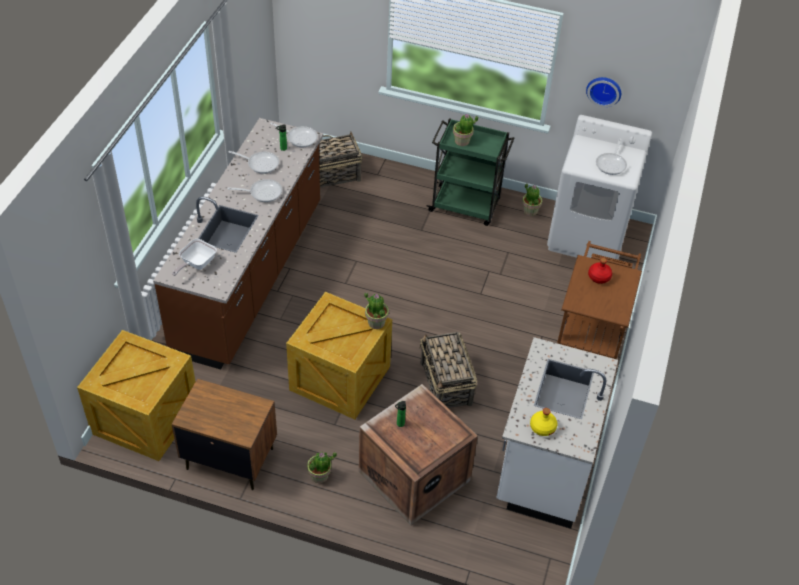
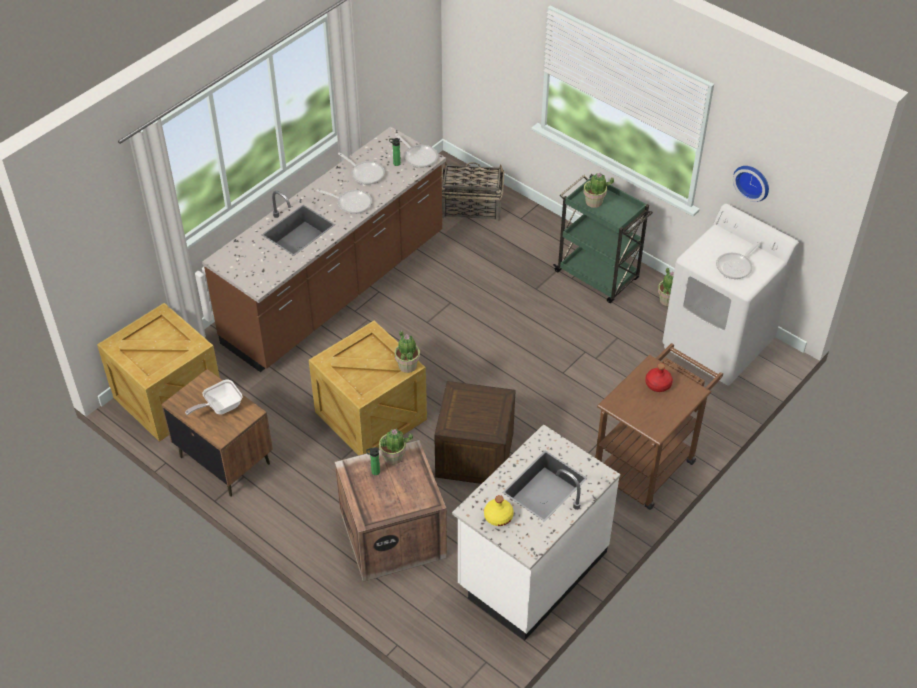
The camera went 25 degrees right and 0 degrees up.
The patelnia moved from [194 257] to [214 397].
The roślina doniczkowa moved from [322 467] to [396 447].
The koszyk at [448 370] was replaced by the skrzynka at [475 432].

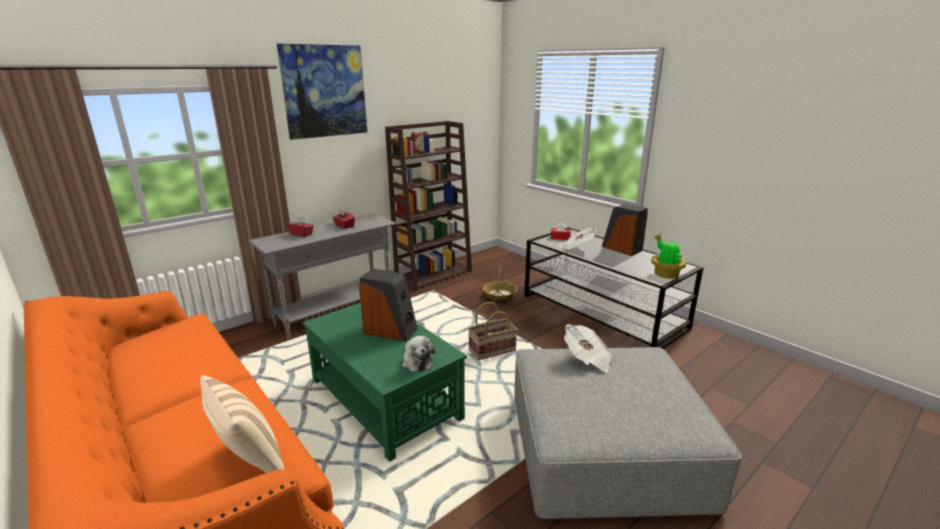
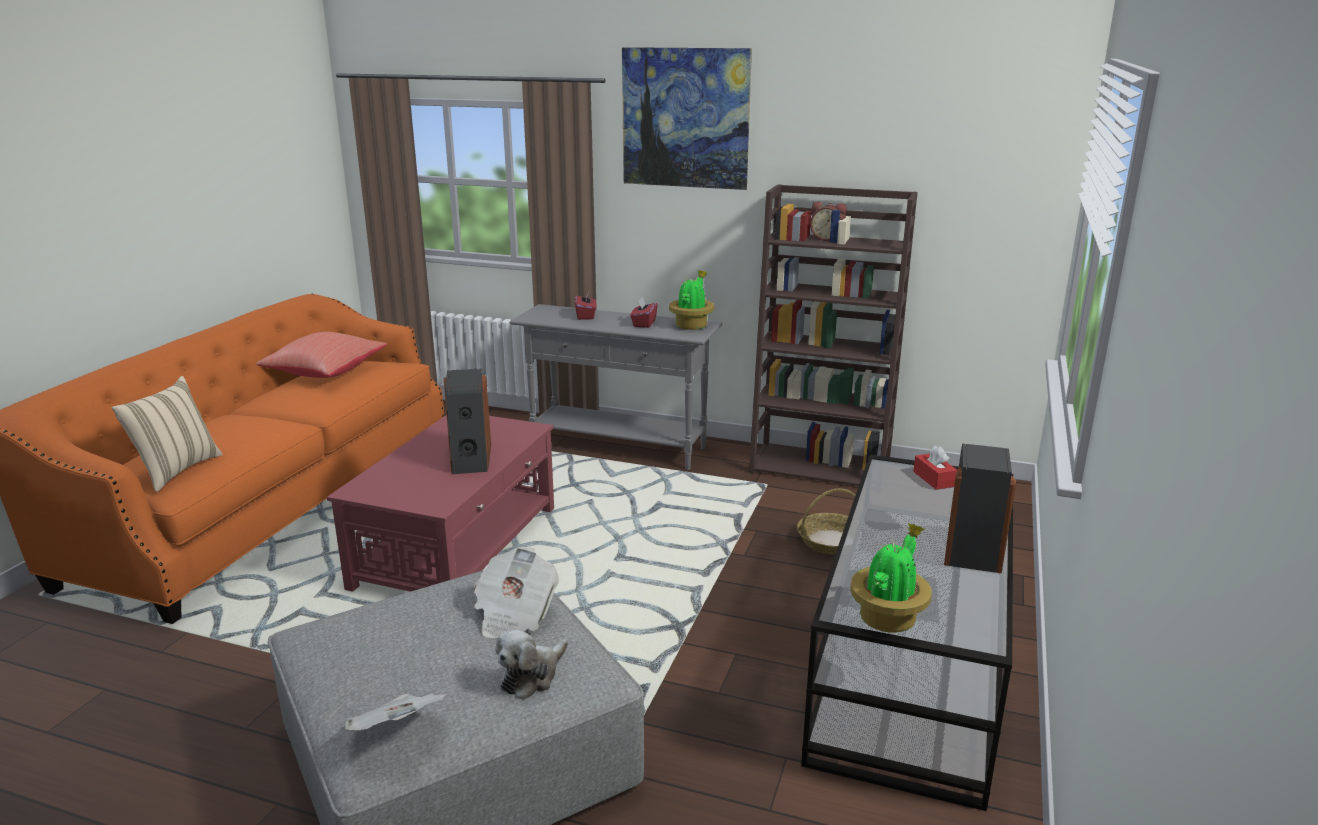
The camera went 60 degrees right and 0 degrees up.
The poduszka [czerwony] at [321 355] appeared.
The ława [zielony] at [384 382] became the ława [czerwony] at [440 503].
The gazeta moved from [578 239] to [395 712].
The pluszak moved from [418 354] to [531 665].
The roślina doniczkowa at [691 300] appeared.
The koszyk at [493 331] disappeared.

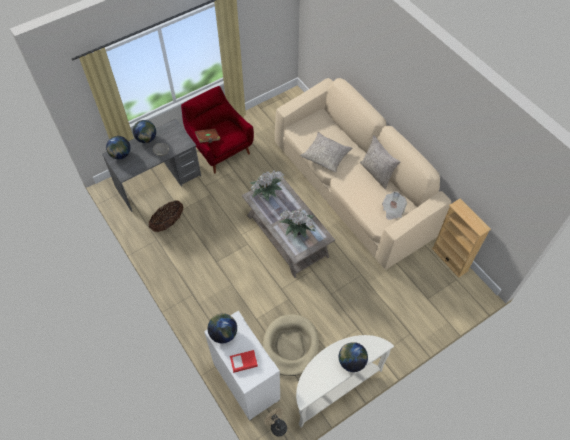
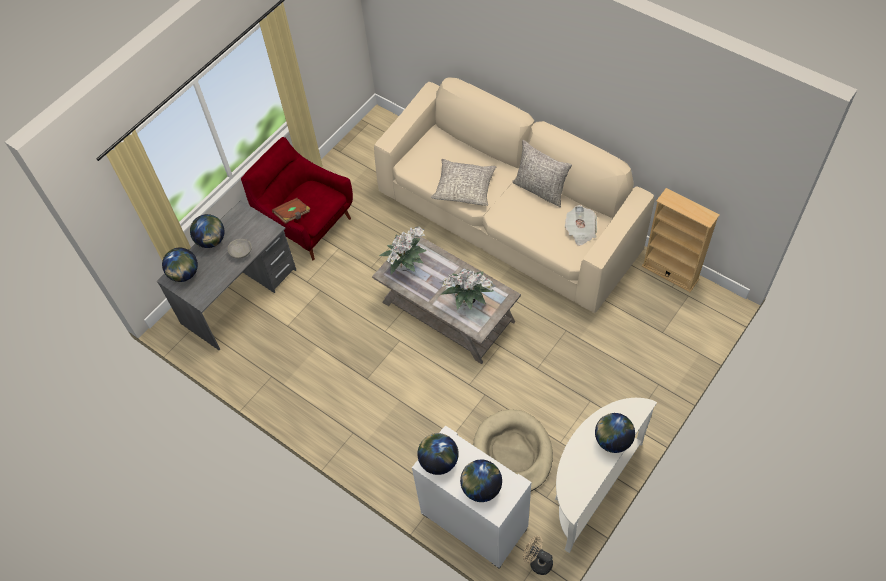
The camera went 15 degrees left and 0 degrees up.
The książka at [244 361] was replaced by the globus at [481 481].
The koszyk at [166 216] disappeared.

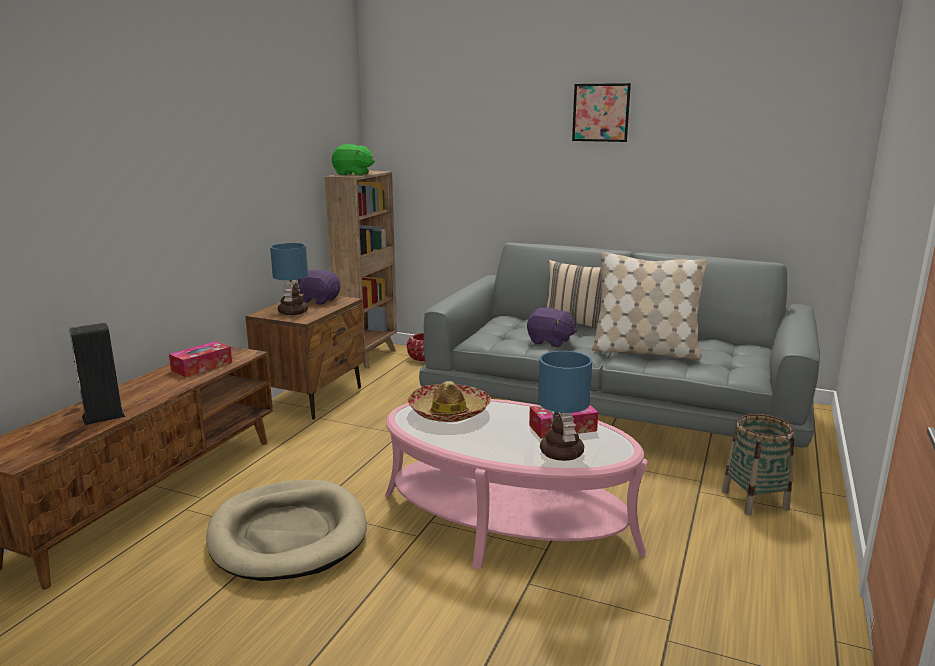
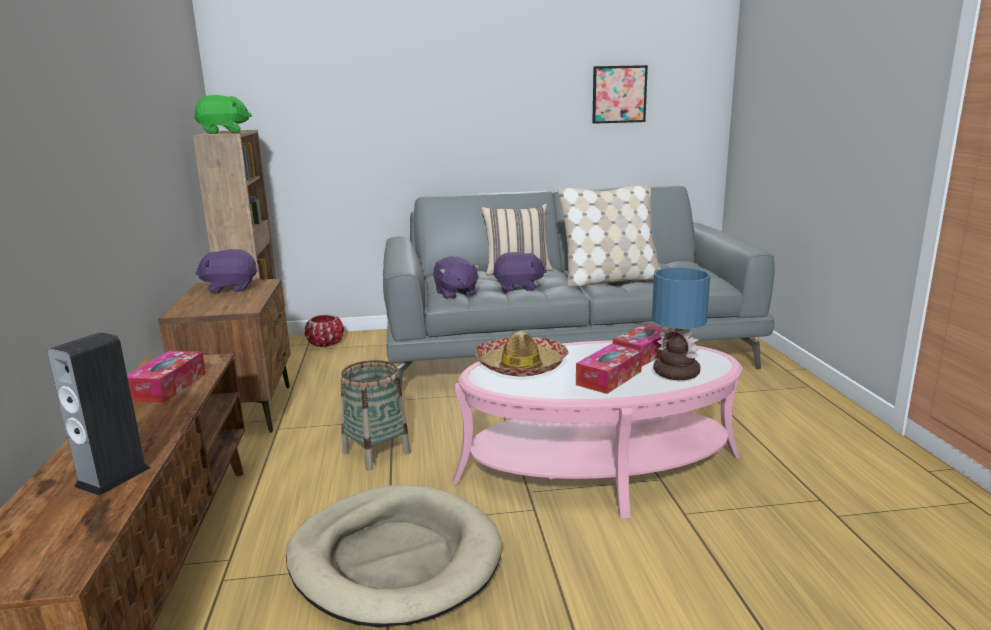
The camera went 30 degrees left and 0 degrees up.
The koszyk moved from [758 464] to [376 415].
The pluszak [fioletowy] at [456 277] appeared.
The pudełko chusteczek at [609 369] appeared.
The obraz moved from [601 112] to [620 94].
The lampa stołowa at [289 279] disappeared.

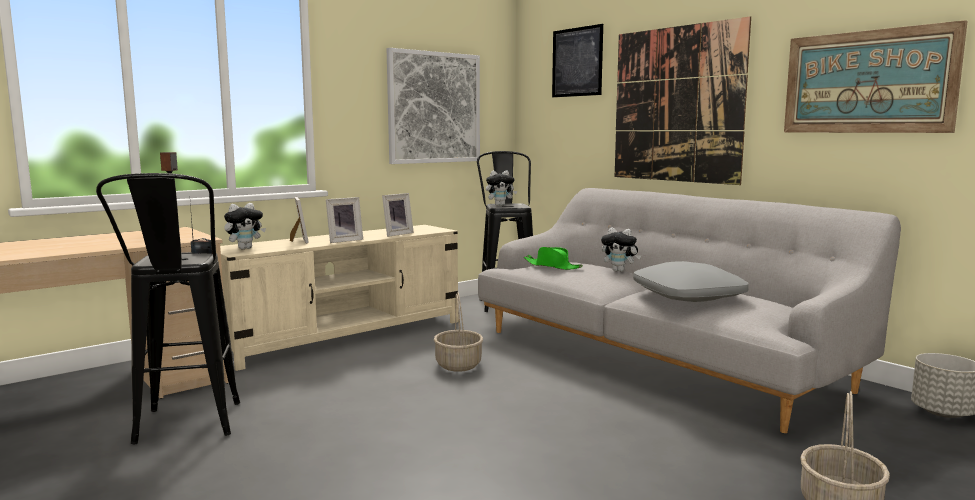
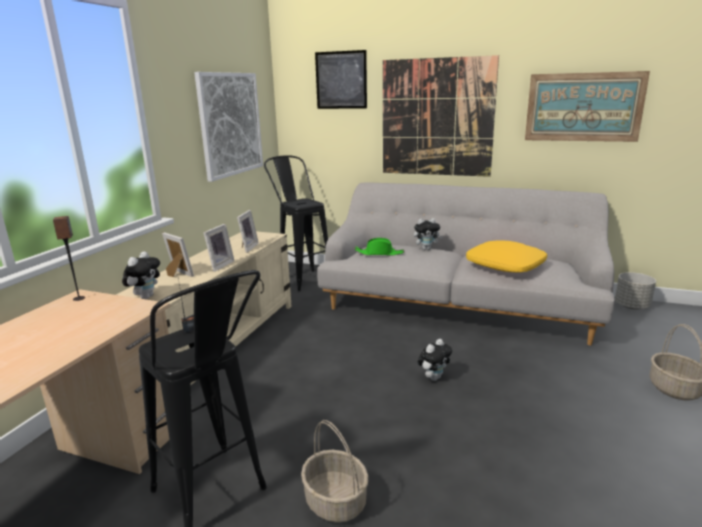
The camera went 30 degrees left and 10 degrees up.
The koszyk moved from [458 332] to [334 471].
The pluszak moved from [501 188] to [435 360].
The poduszka [szary] at [691 281] became the poduszka [żółty] at [506 256].

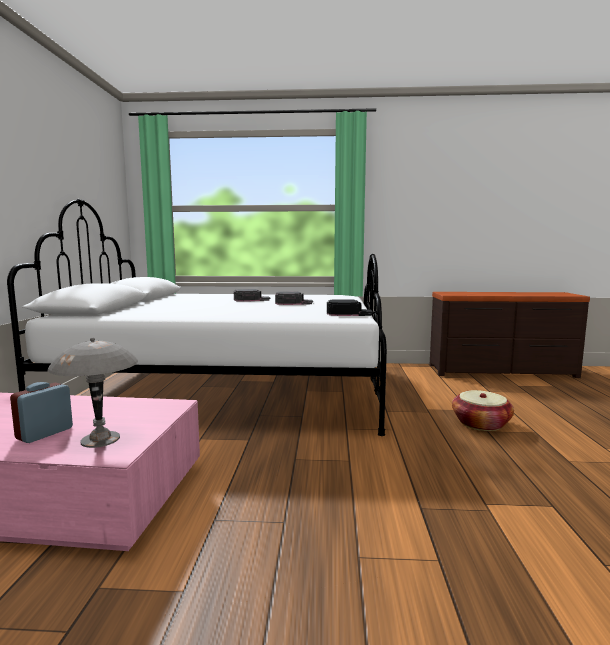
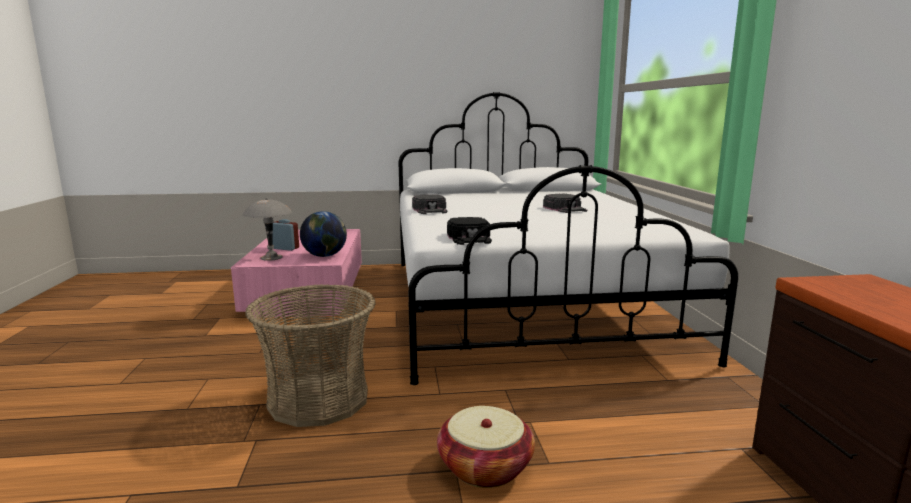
The camera went 80 degrees right and 5 degrees up.
The koszyk at [310 355] appeared.
The globus at [323 234] appeared.
The czapka z daszkiem [czarny] moved from [294 298] to [429 204].

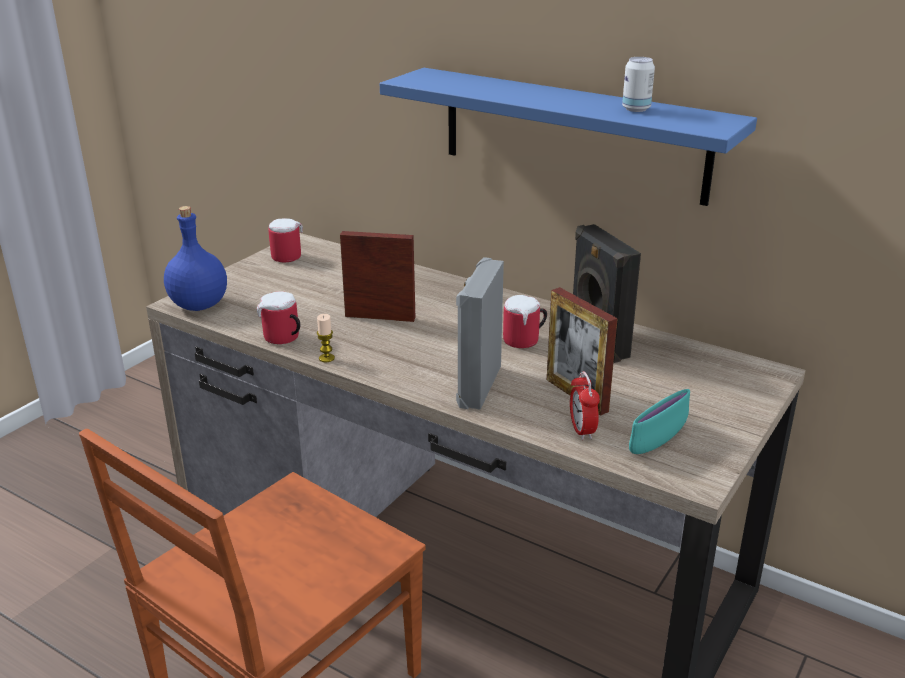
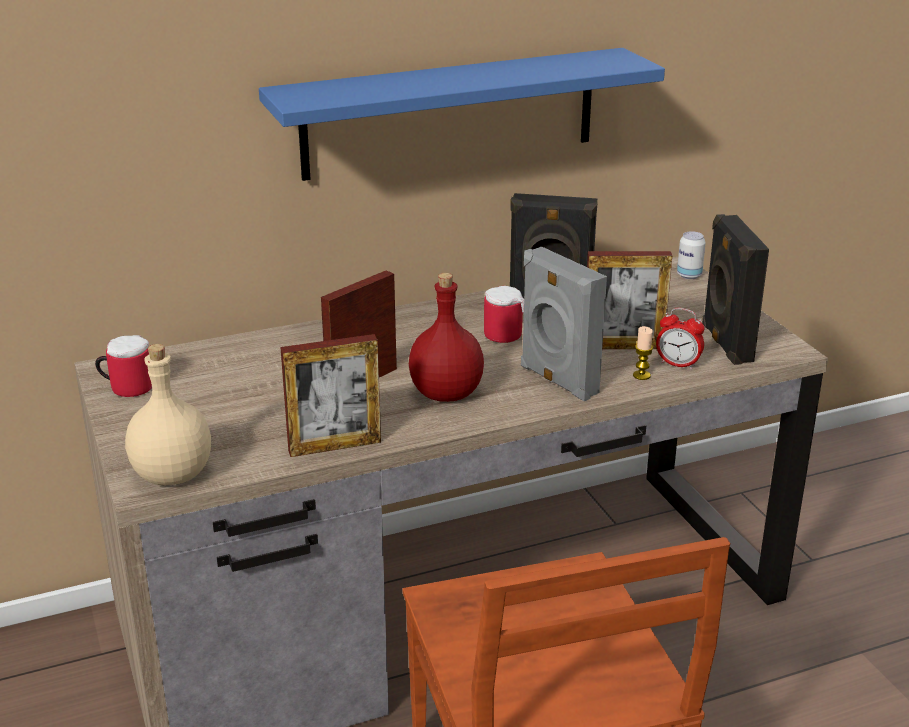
The camera went 55 degrees left and 0 degrees up.
The butelka [niebieski] at [195 258] became the butelka [beżowy] at [168 414].
The kubek at [278 317] was replaced by the ramka na zdjęcie at [330 395].
The butelka [czerwony] at [446 337] appeared.
The świeca moved from [326 338] to [643 353].
The puszka moved from [638 84] to [691 255].
The miska [turkusowy] at [659 421] was replaced by the głośnik [czarny] at [735 289].

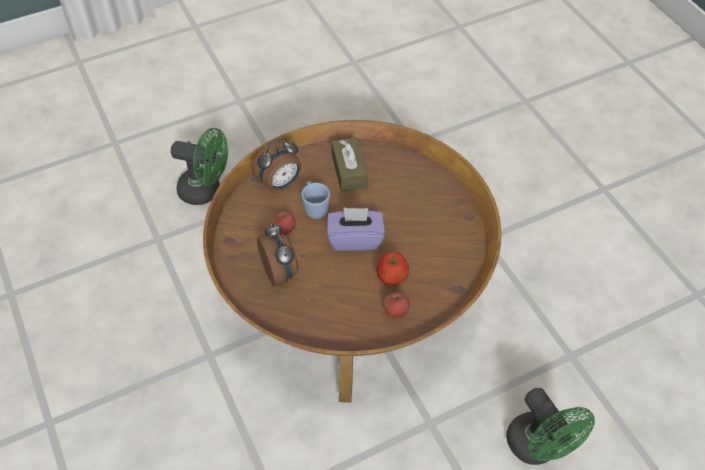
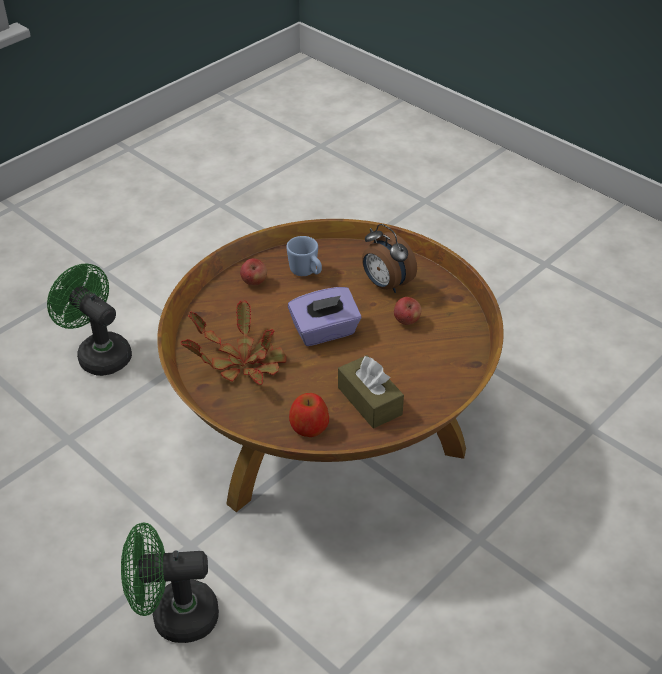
The camera went 160 degrees right and 10 degrees down.
The wentylator [zielony] moved from [199 166] to [170 583].
The roślina doniczkowa at [233 342] appeared.
The kubek [niebieski] moved from [315 200] to [304 256].
The jabłko moved from [392 268] to [309 415].
The budzik at [276 164] disappeared.

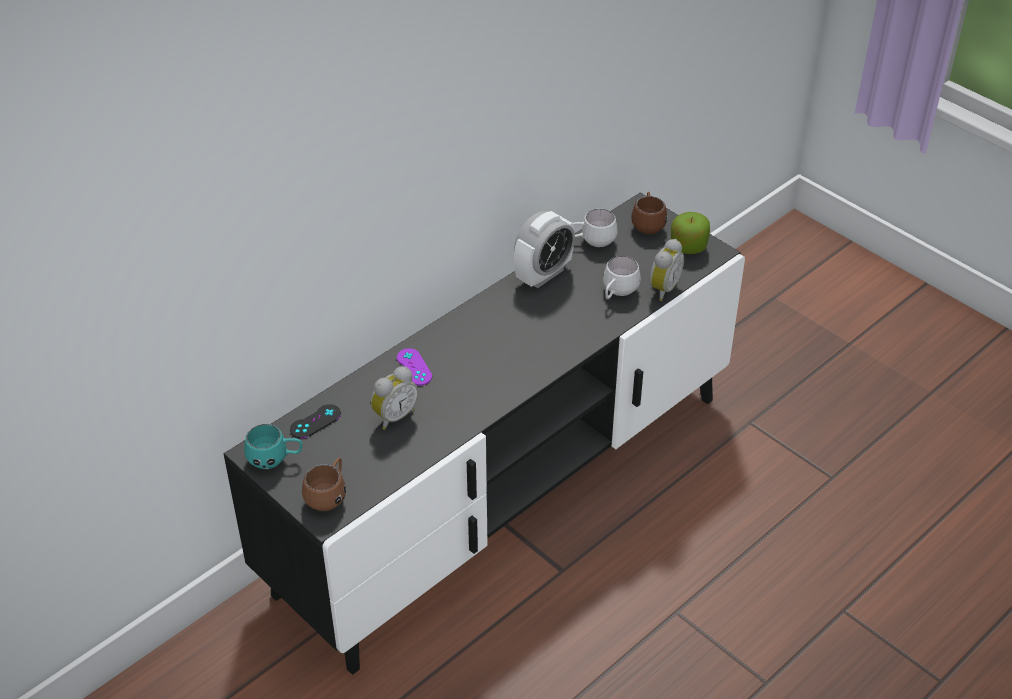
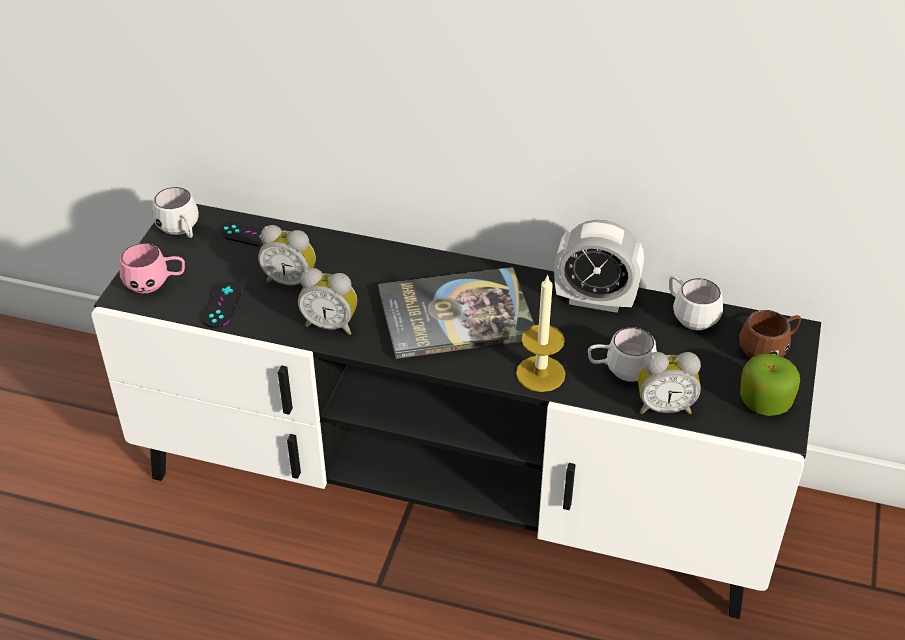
The camera went 60 degrees right and 0 degrees up.
The kubek [brązowy] at [324 484] became the kubek [różowy] at [152 268].
The kubek [turkusowy] at [273 446] became the kubek [biały] at [175 212].
The pad do gier [czarny] at [222 305] appeared.
The budzik at [327 301] appeared.
The książka at [456 313] appeared.
The świeca at [541 333] appeared.
The pad do gier [fioletowy] at [414 367] disappeared.

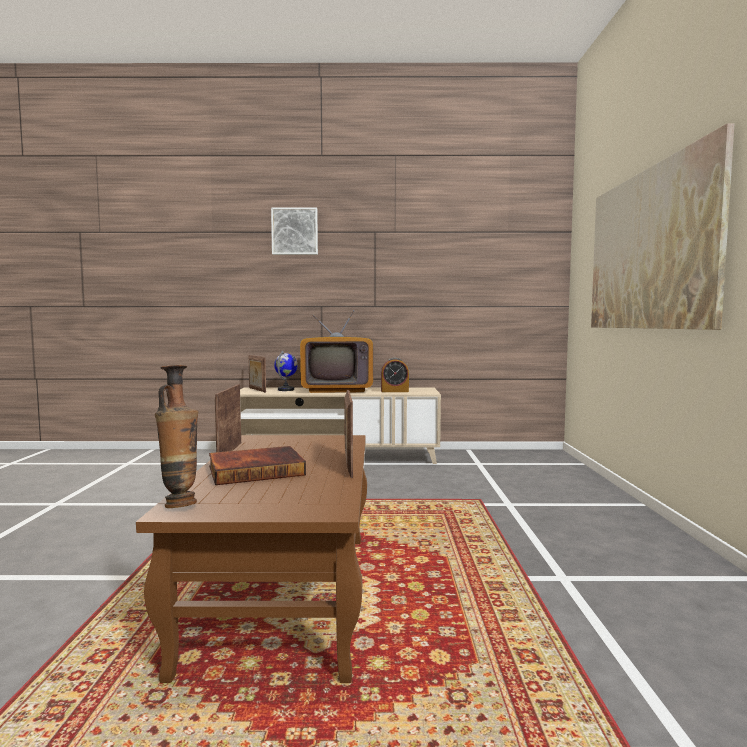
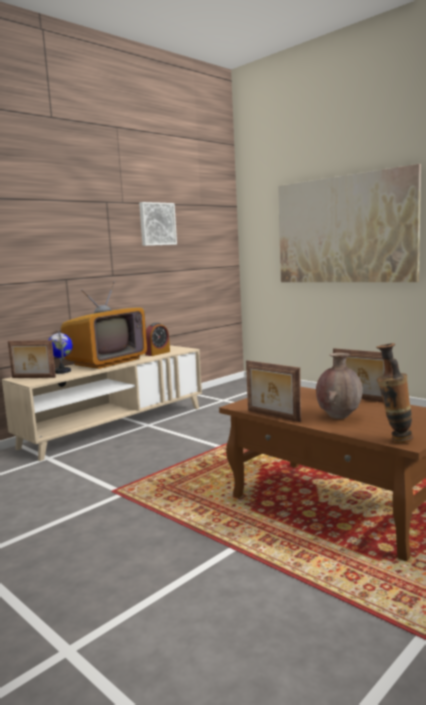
The camera went 45 degrees left and 5 degrees up.
The obraz moved from [294 231] to [158 224].
The książka at [257 465] was replaced by the wazon [brązowy] at [339 386].

